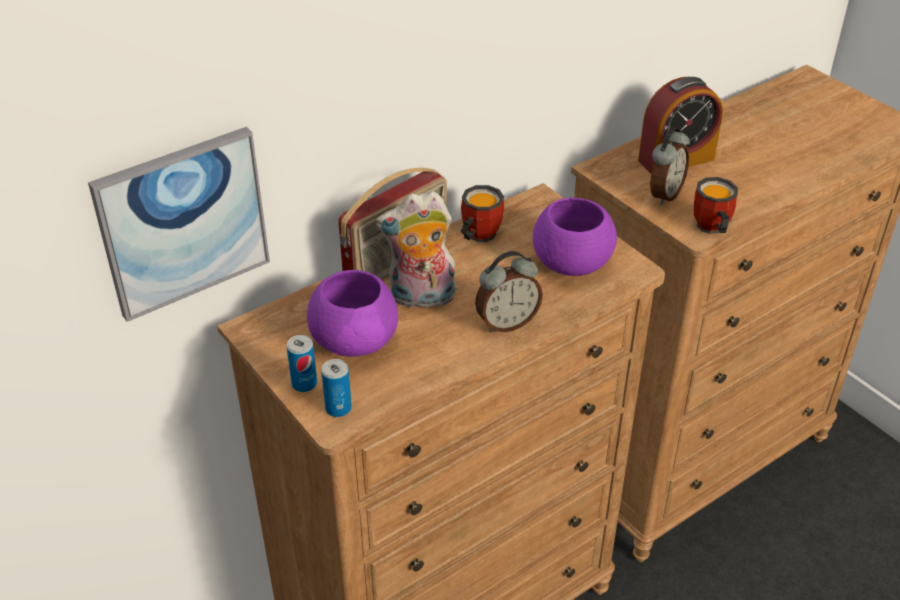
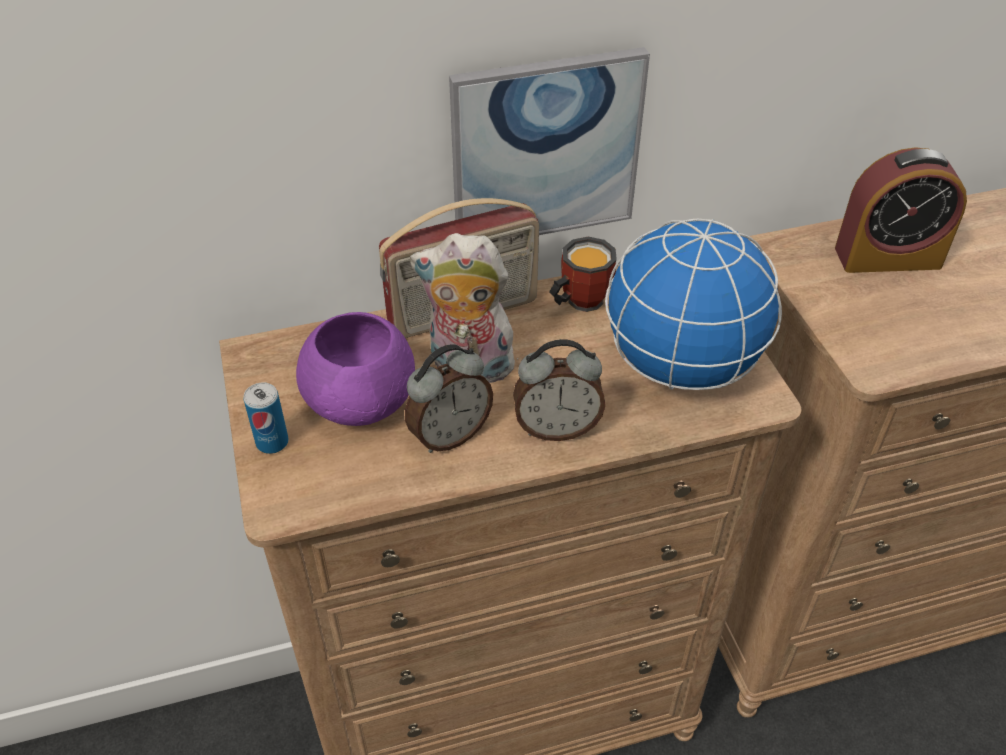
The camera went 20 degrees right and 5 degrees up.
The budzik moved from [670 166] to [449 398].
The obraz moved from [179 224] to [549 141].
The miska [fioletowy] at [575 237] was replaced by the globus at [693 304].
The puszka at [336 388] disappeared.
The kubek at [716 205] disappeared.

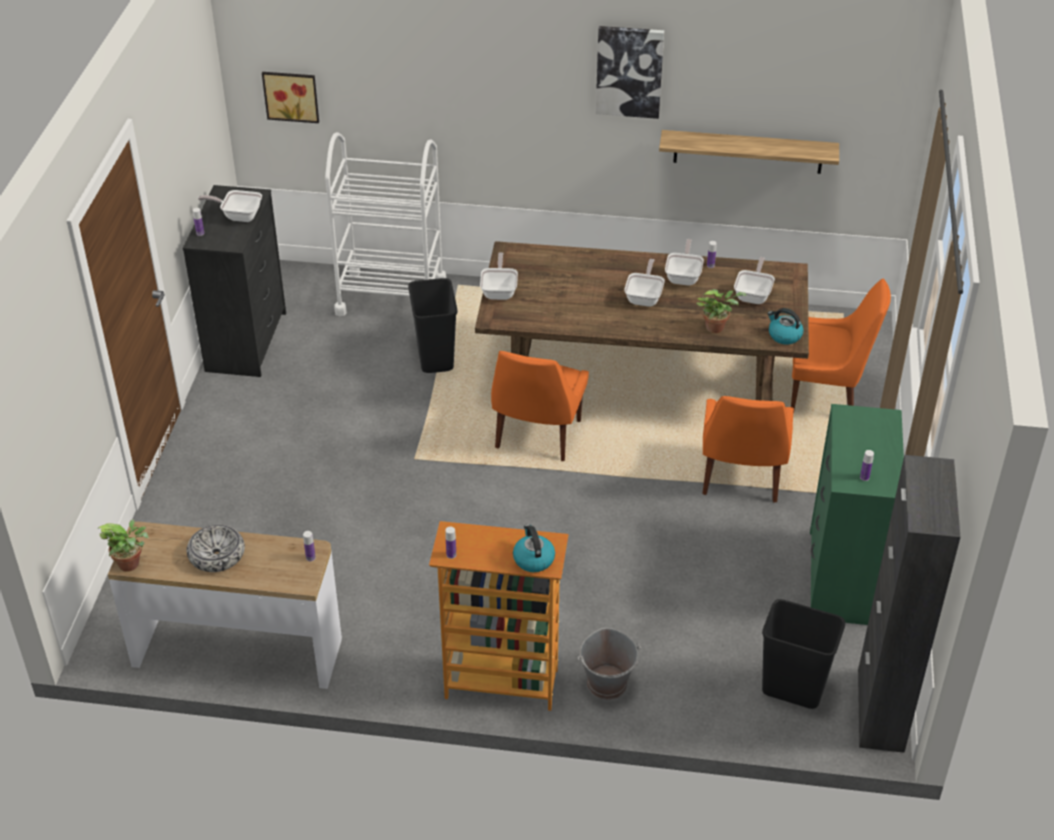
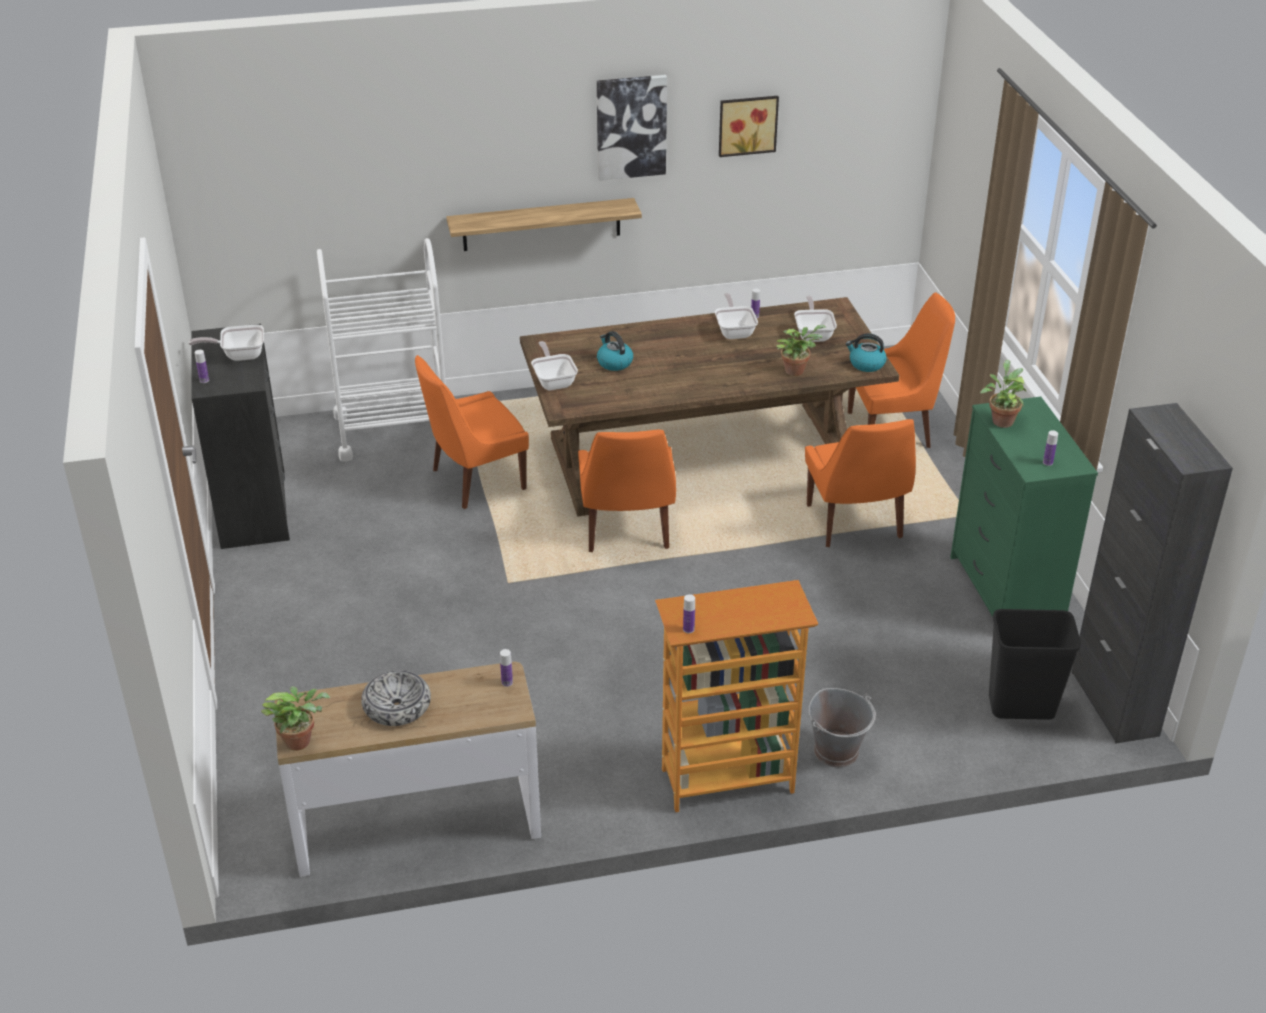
The camera went 20 degrees left and 5 degrees down.
The kosz na śmieci [czarny] at [433 325] was replaced by the krzesło [pomarańczowy] at [472 432].
The półka moved from [749 152] to [544 224].
The czajnik moved from [534 548] to [615 351].
The obraz moved from [290 97] to [749 126].
The roślina doniczkowa at [1003 394] appeared.
The patelnia at [644 283] disappeared.

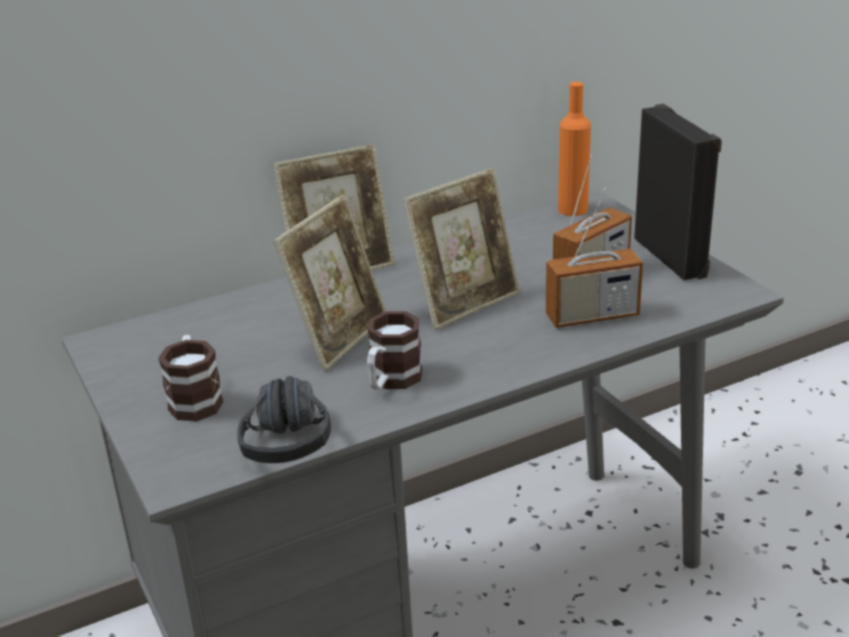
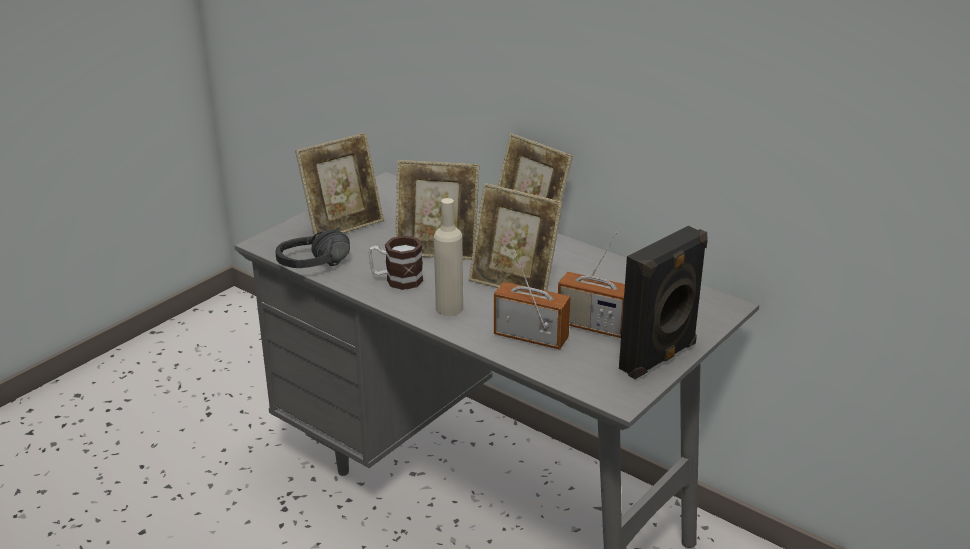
The camera went 65 degrees right and 0 degrees up.
The kubek at [190 378] was replaced by the ramka na zdjęcie at [339 185].
The butelka [beżowy] at [448 257] appeared.
The radio at [594 257] turned 150 degrees clockwise.
The butelka [pomarańczowy] at [574 149] disappeared.

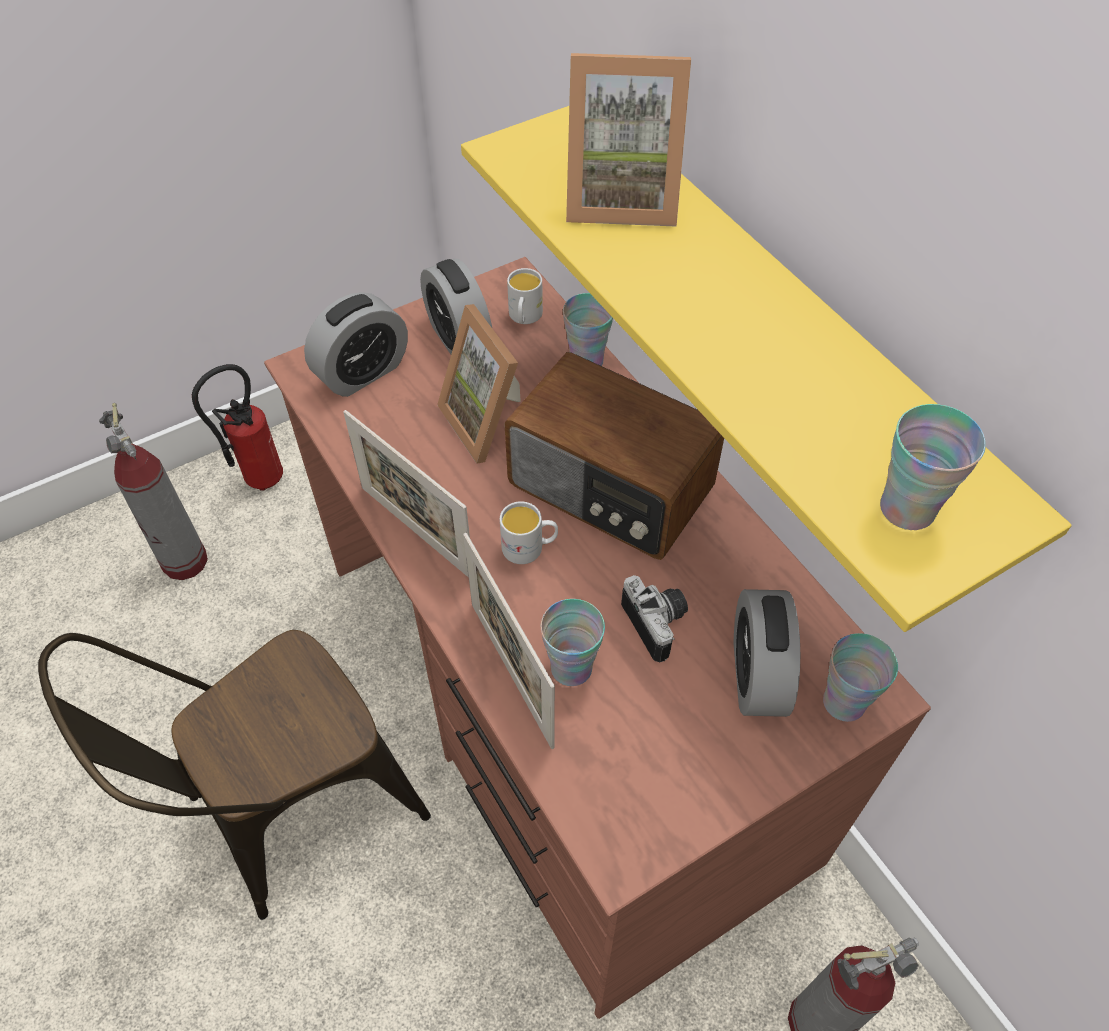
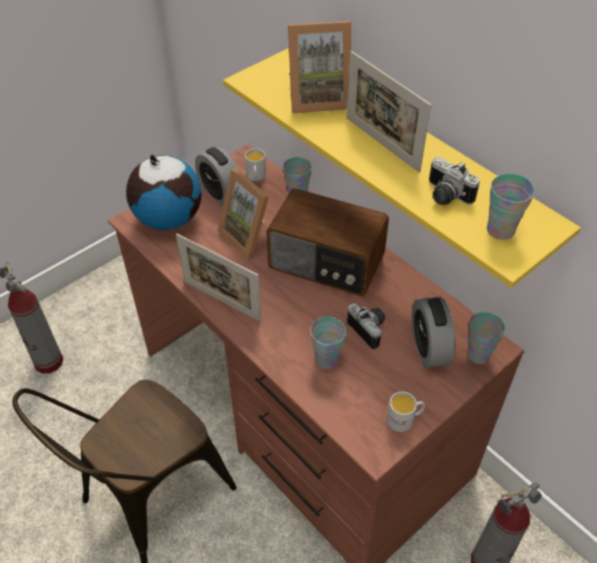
The camera went 10 degrees left and 5 degrees down.
The budzik at [356 344] was replaced by the globus at [164 192].
The ramka na zdjęcie moved from [509 641] to [389 112].
The kubek [biały] moved from [529 532] to [406 411].
The aparat fotograficzny at [454 181] appeared.
The gaśnica at [237 427] disappeared.

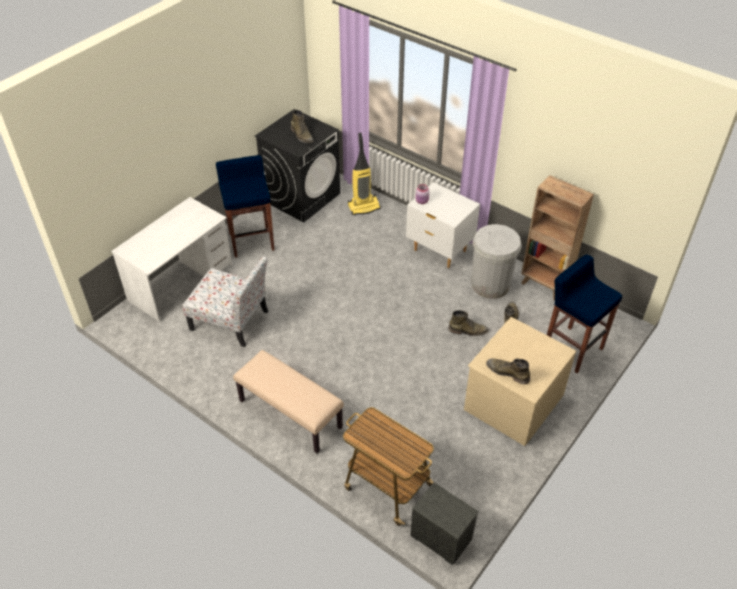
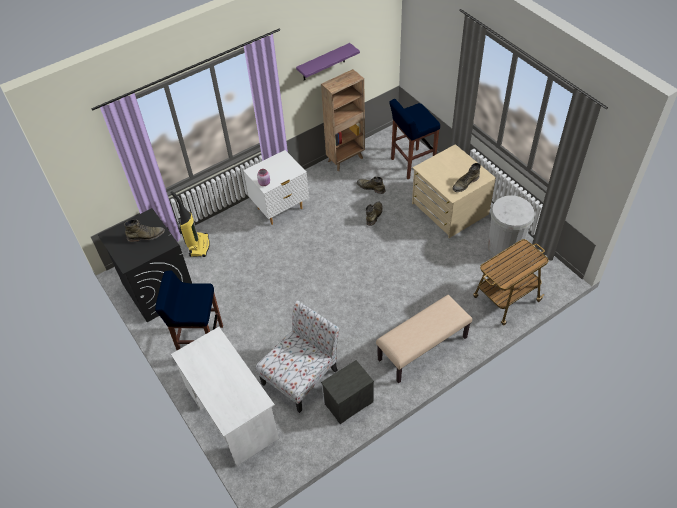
The camera went 70 degrees left and 5 degrees up.
The półka [fioletowy] at [328 62] appeared.
The szafka nocna moved from [444 523] to [347 392].
The kosz na śmieci [biały] moved from [496 261] to [511 226].

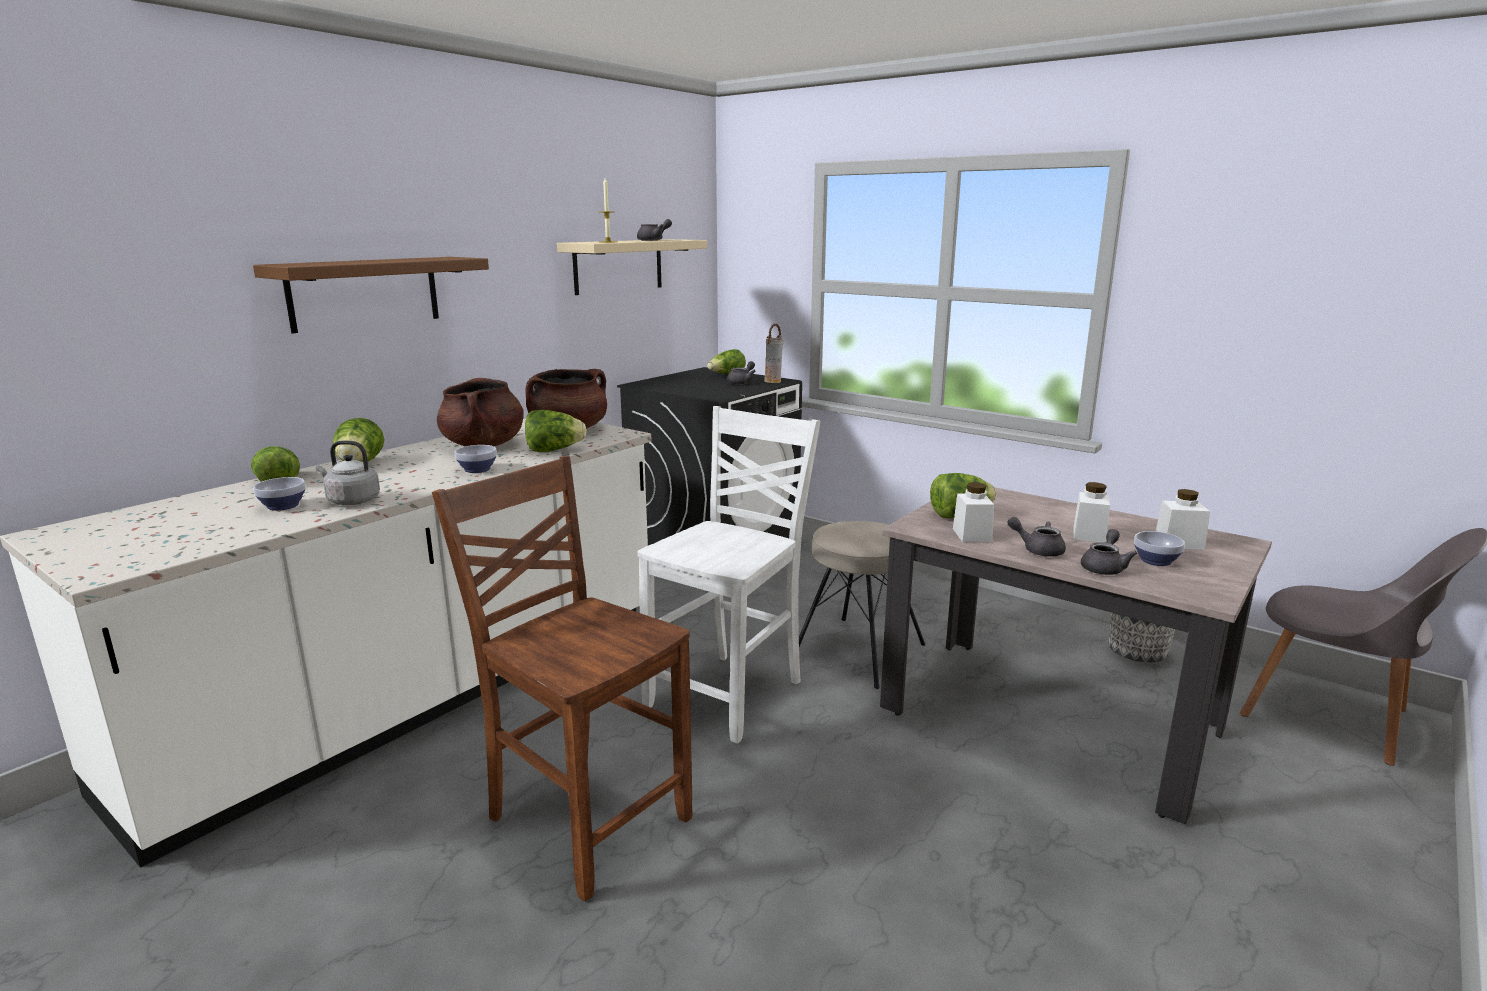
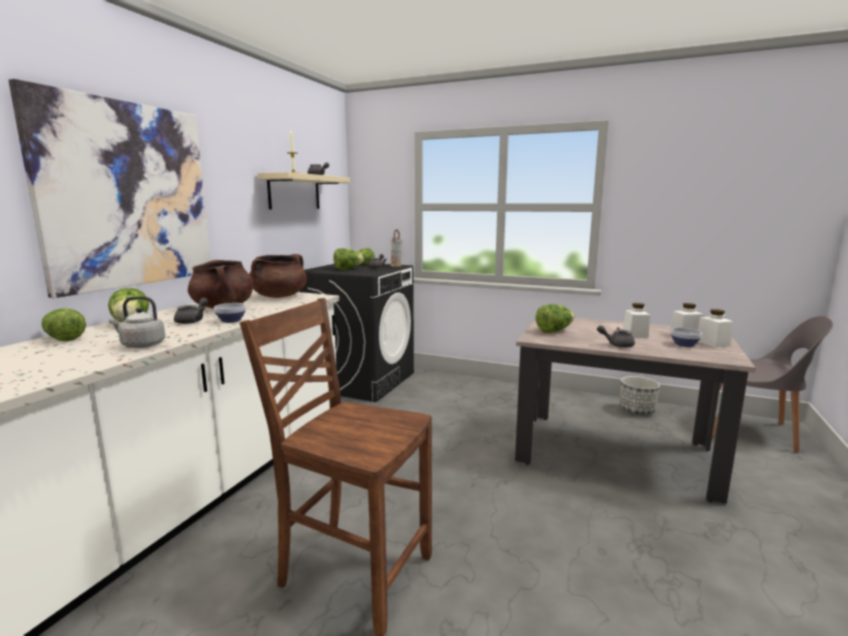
The camera went 15 degrees left and 5 degrees down.
The półka [brązowy] at [371 295] was replaced by the obraz at [109 188].
The imbryk [szary] moved from [1109 552] to [191 311].
The sałata moved from [556 431] to [348 259].
The słoik [biały] moved from [973 512] to [715 328].
The miska at [279 494] disappeared.
The krzesło [biały] at [729 575] disappeared.
The stołek [beżowy] at [862 605] disappeared.

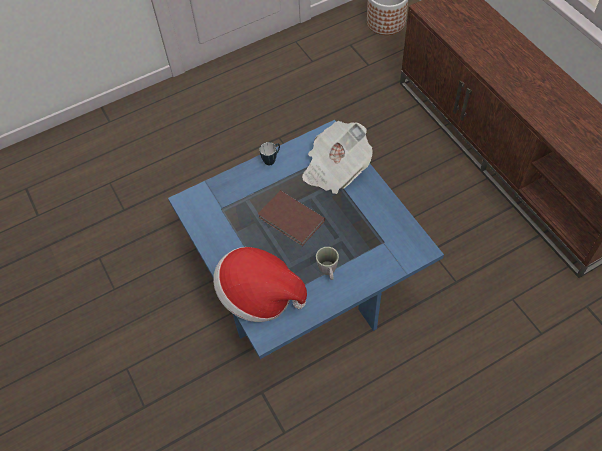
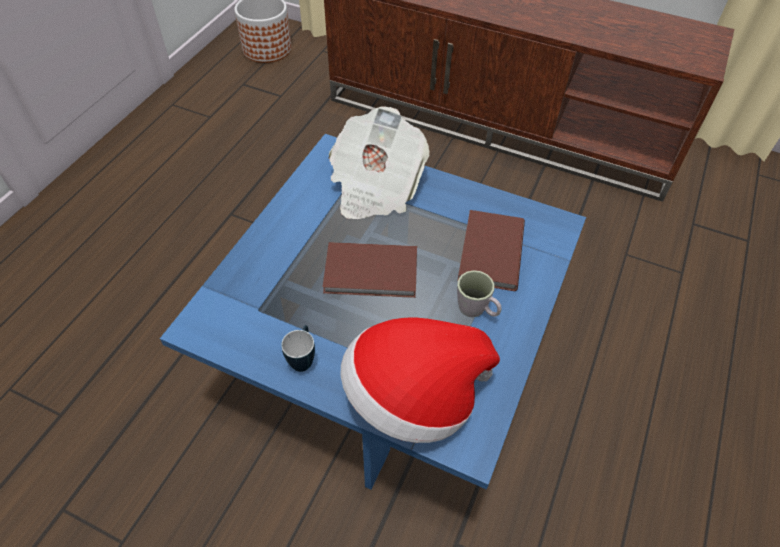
The camera went 40 degrees left and 5 degrees down.
The kubek moved from [270 154] to [298 348].
The książka [brązowy] at [491 250] appeared.

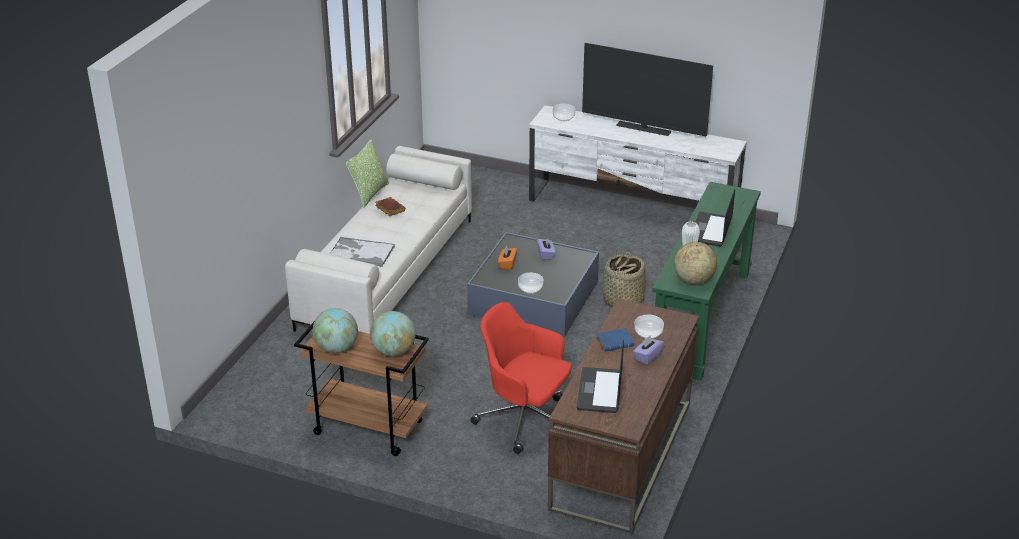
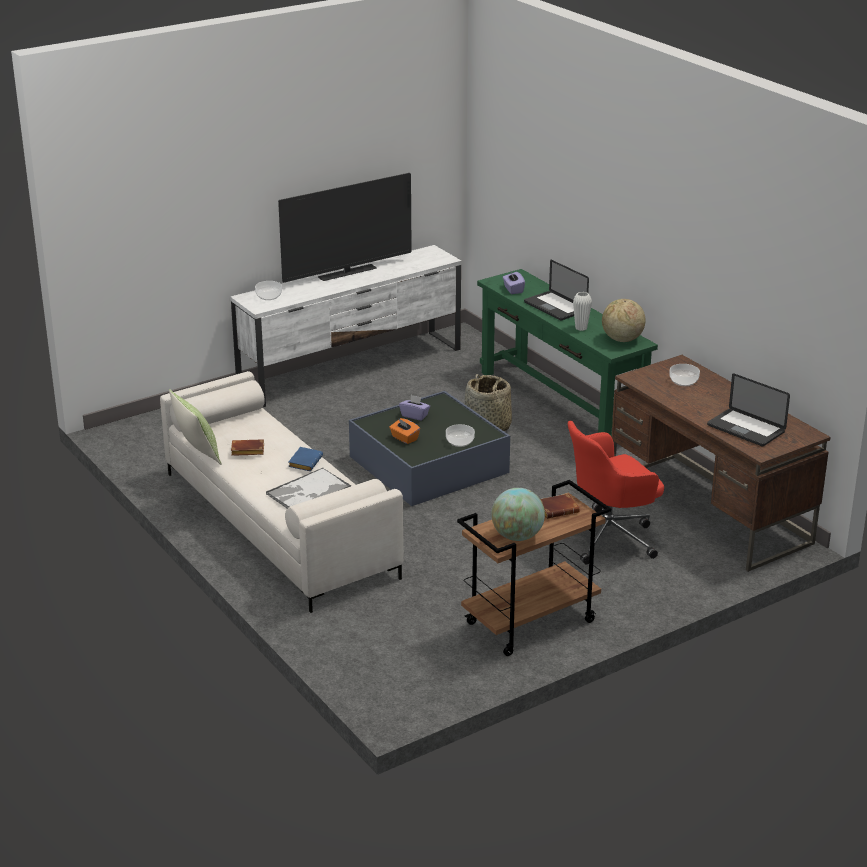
The camera went 55 degrees left and 5 degrees down.
The książka [niebieski] moved from [615 340] to [305 459].
The pudełko chusteczek [fioletowy] moved from [648 350] to [514 283].
The globus at [393 333] was replaced by the książka [brązowy] at [560 506].

